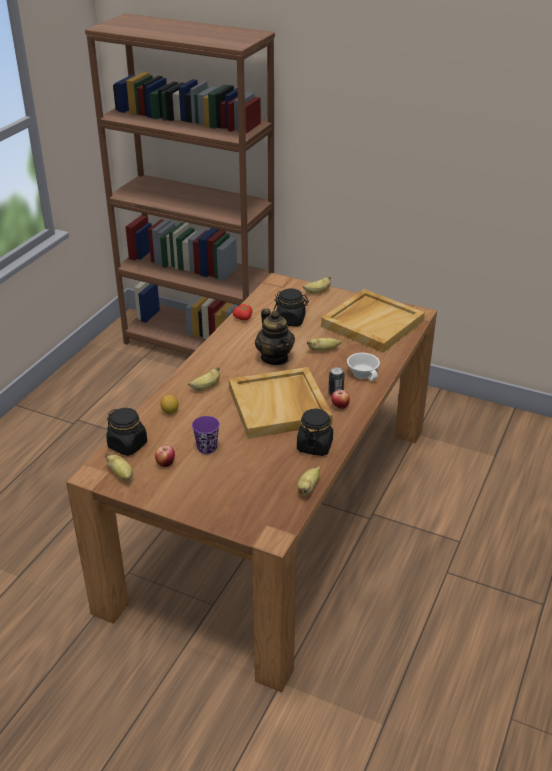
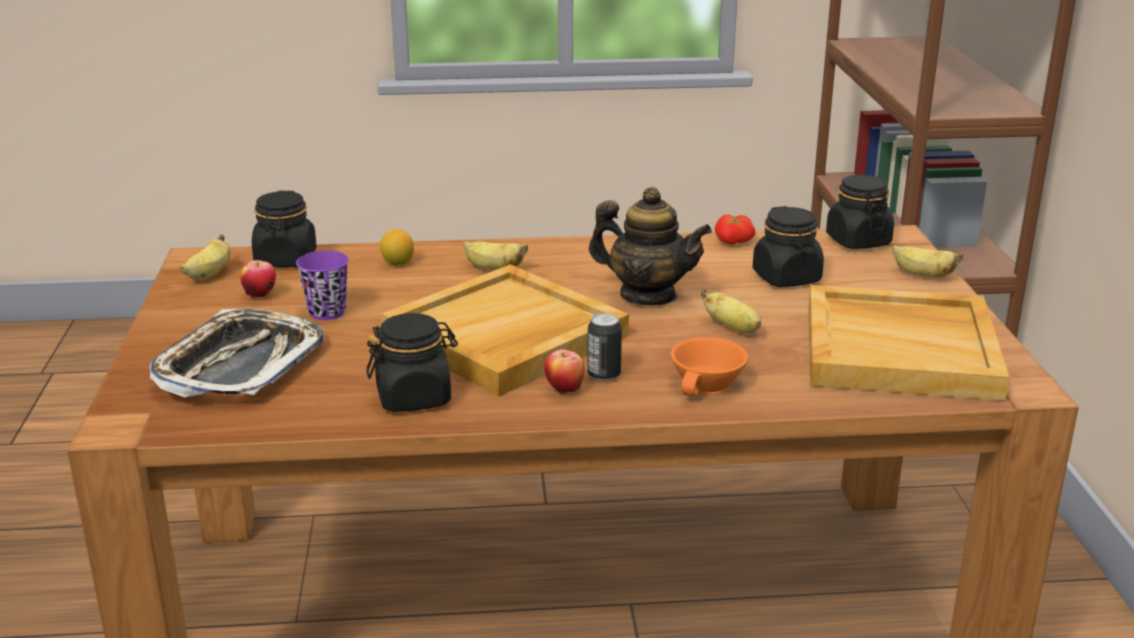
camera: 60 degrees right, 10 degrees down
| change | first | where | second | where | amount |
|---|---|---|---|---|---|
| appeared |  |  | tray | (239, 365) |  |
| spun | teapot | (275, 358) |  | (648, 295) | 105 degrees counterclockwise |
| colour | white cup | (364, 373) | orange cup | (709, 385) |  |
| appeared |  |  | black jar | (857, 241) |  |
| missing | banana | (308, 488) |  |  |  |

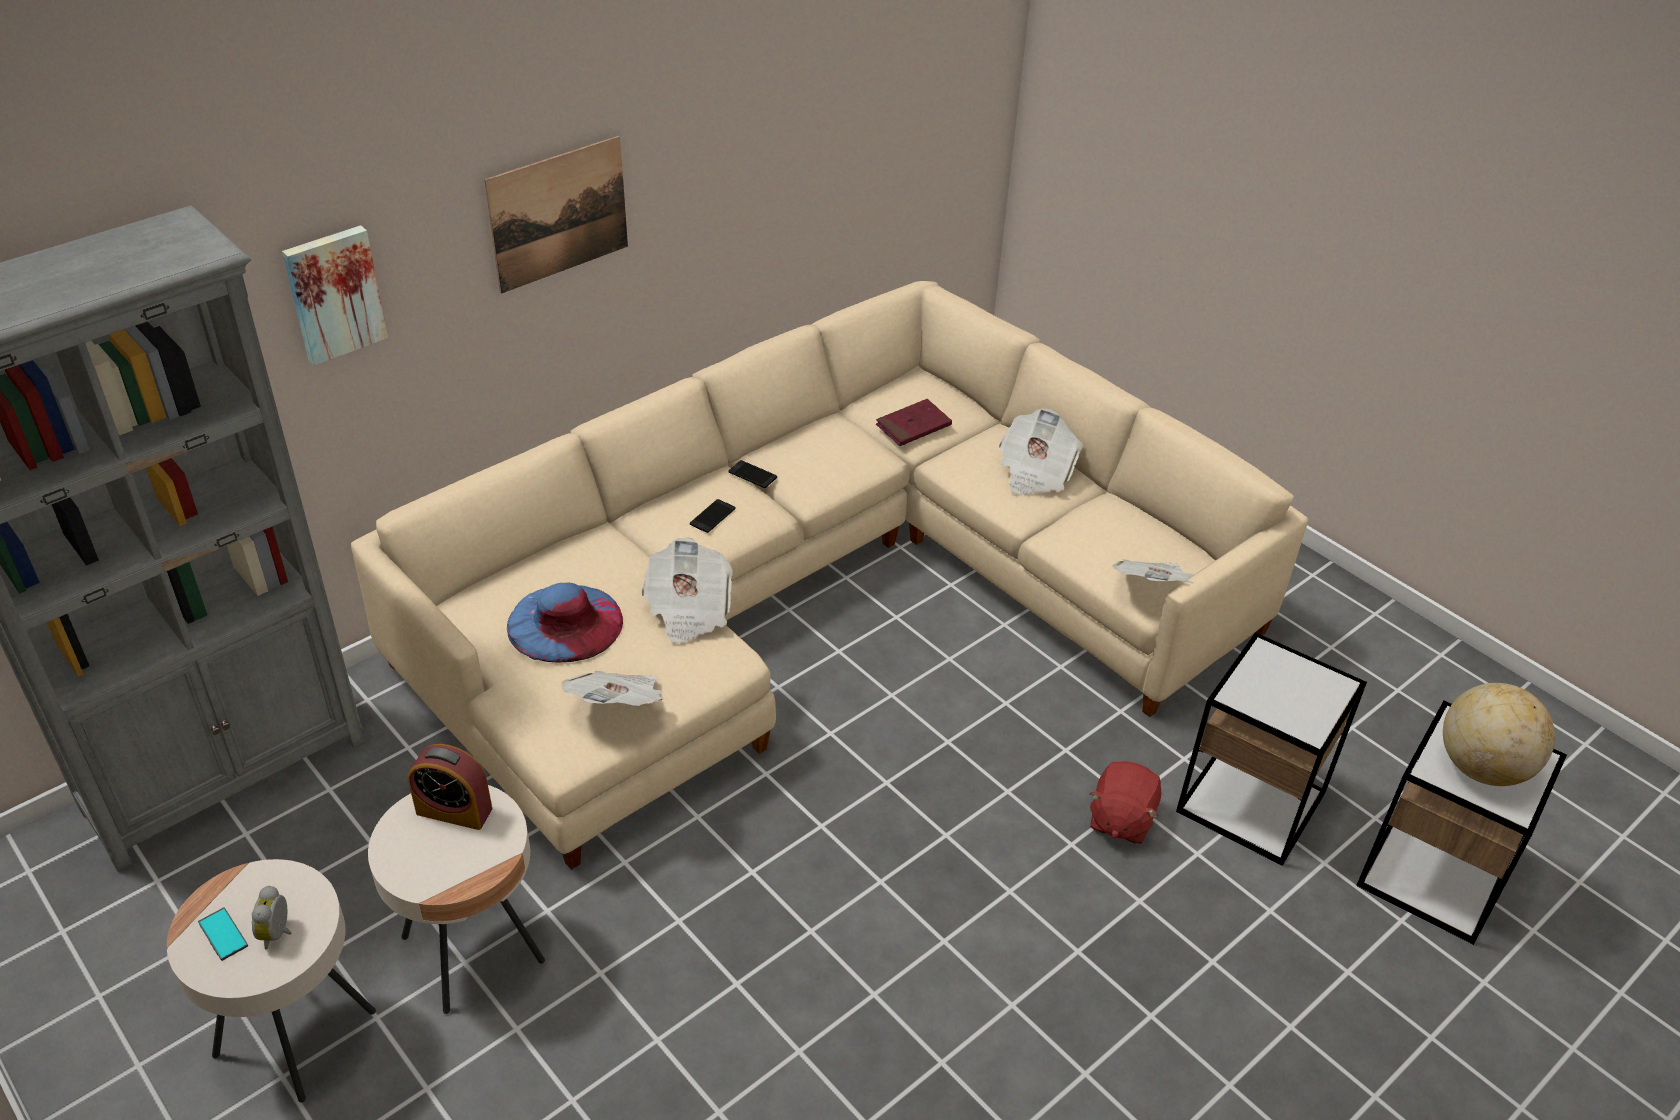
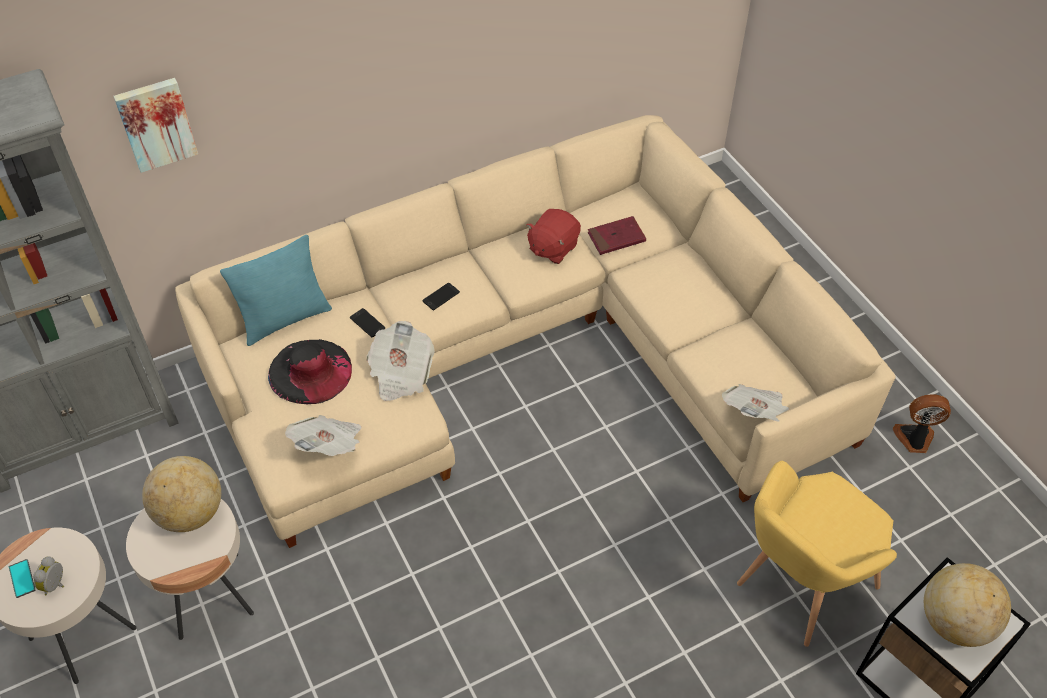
camera: 15 degrees right, 10 degrees up
| change | first | where | second | where | amount |
|---|---|---|---|---|---|
| exchanged | alarm clock | (454, 811) | globe | (191, 513) |  |
| appeared |  |  | turquoise pillow | (285, 319) |  |
| colour | blue hat | (565, 622) | black hat | (310, 371) |  |
| relocated | phone | (752, 475) |  | (367, 323) |  |
| relocated | red plush toy | (1120, 819) |  | (552, 248) |  |
| exchanged | side table | (1250, 802) | yellow armchair | (797, 588) |  |
| appeared |  |  | fan | (914, 439) |  |
| missing | picture | (559, 214) |  |  |  |
| missing | newspaper | (1035, 472) |  |  |  |

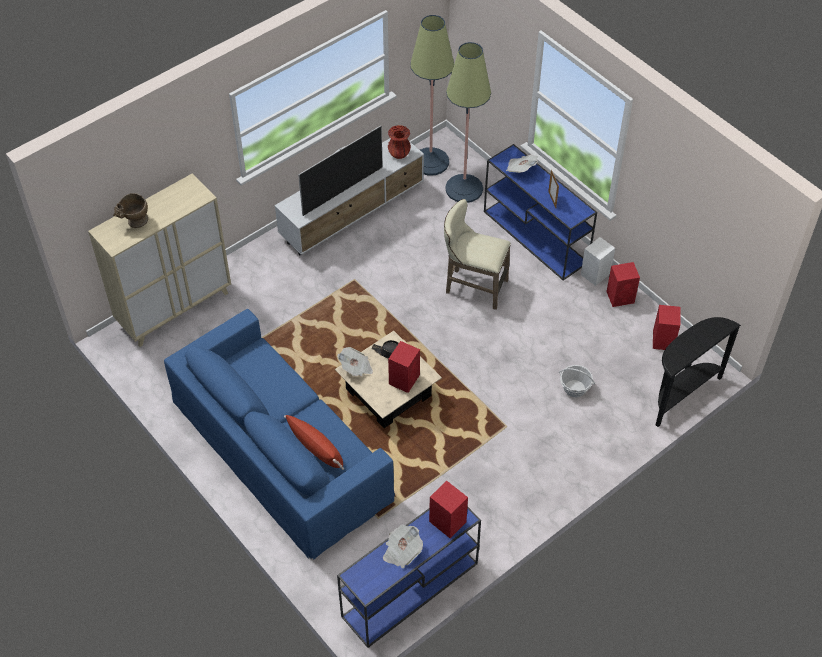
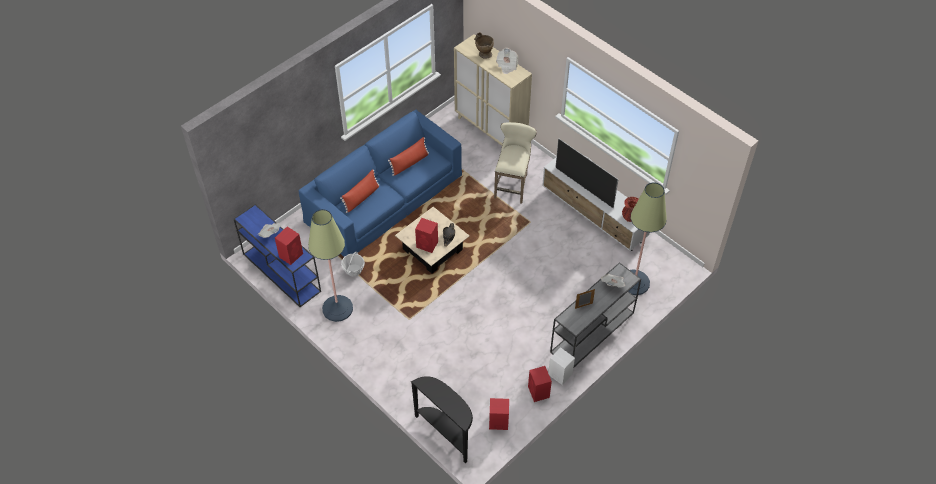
camera: 85 degrees right, 0 degrees up
| change | first | where | second | where | amount |
|---|---|---|---|---|---|
| relocated | floor lamp | (430, 162) |  | (337, 308) |  |
| relocated | basket | (574, 388) |  | (353, 270) |  |
| appeared |  |  | red pillow | (409, 163) |  |
| relocated | beige stool | (472, 287) |  | (513, 184) |  |
| relocated | newspaper | (356, 368) |  | (507, 66) |  |
| colour | blue console table | (536, 237) | grey console table | (592, 333) |  |

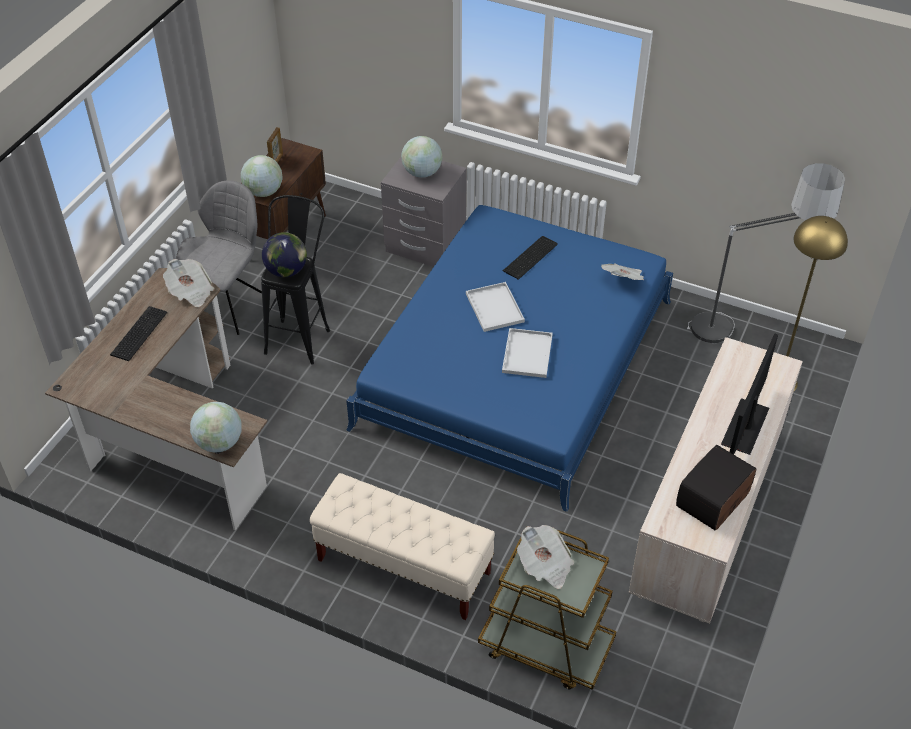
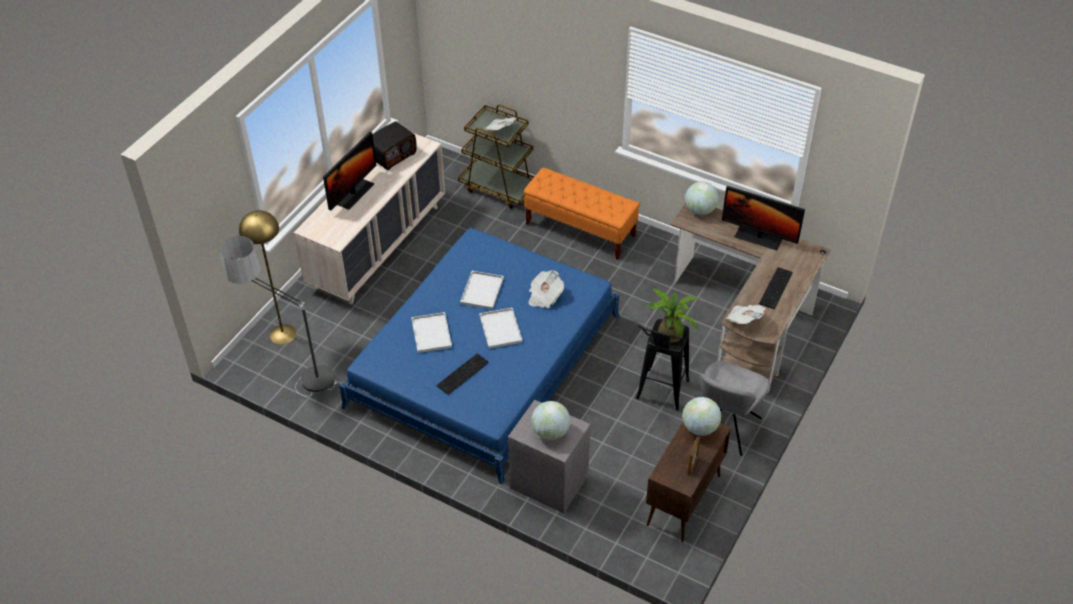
camera: 175 degrees left, 0 degrees up
| change | first | where | second | where | amount |
|---|---|---|---|---|---|
| appeared |  |  | white tray | (430, 332) |  |
| colour | beige bench | (403, 567) | orange bench | (580, 230) |  |
| relocated | newspaper | (623, 280) |  | (544, 296) |  |
| exchanged | globe | (286, 271) | potted plant | (669, 332) |  |
| appeared |  |  | monitor | (758, 237) |  |

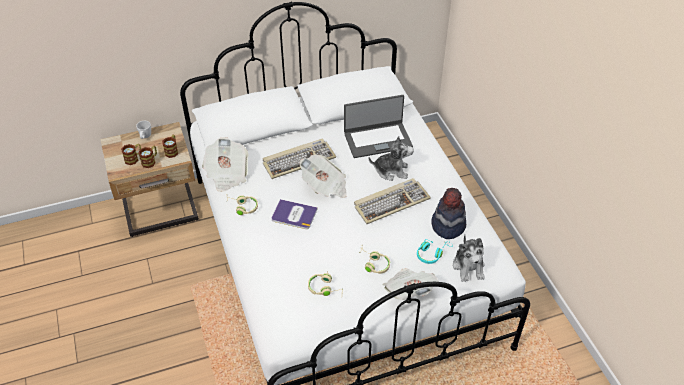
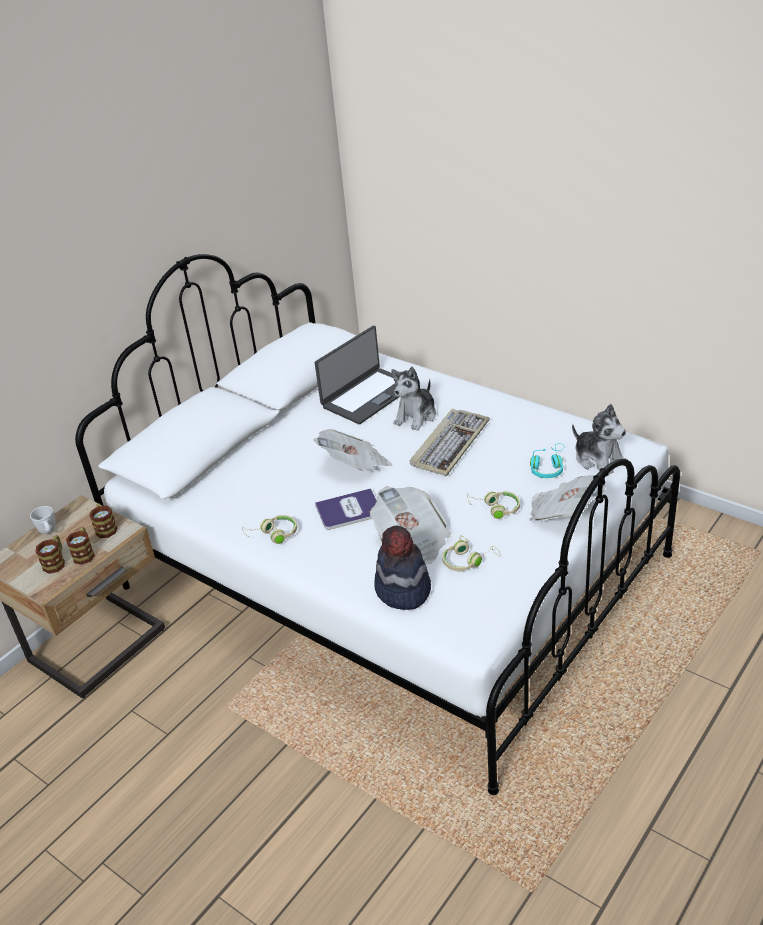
camera: 30 degrees left, 10 degrees down
| change | first | where | second | where | amount |
|---|---|---|---|---|---|
| relocated | newspaper | (227, 174) |  | (412, 540) |  |
| relocated | hat | (448, 225) |  | (402, 590) |  |
| spun | plush toy | (391, 171) |  | (416, 416) | 150 degrees clockwise |
| missing | keyboard | (299, 160) |  |  |  |

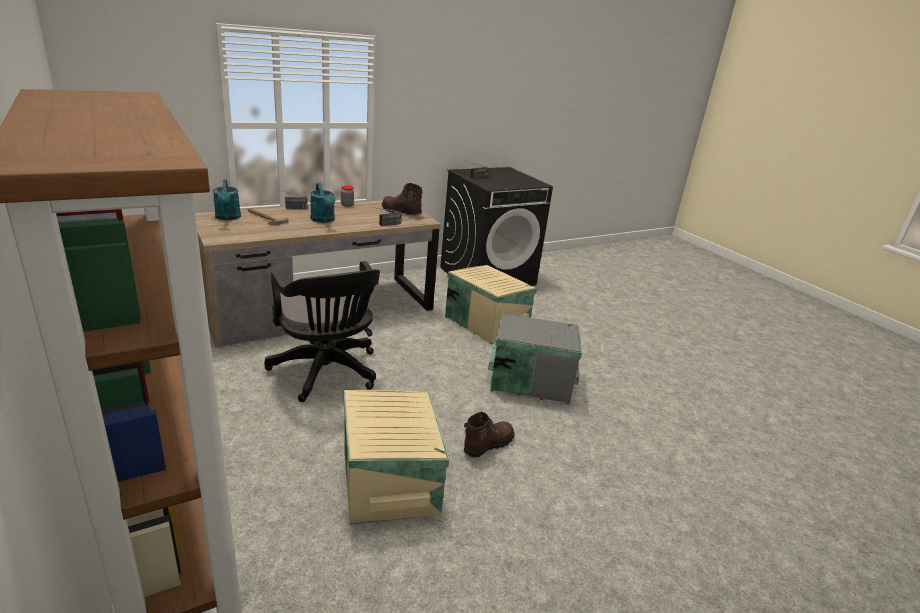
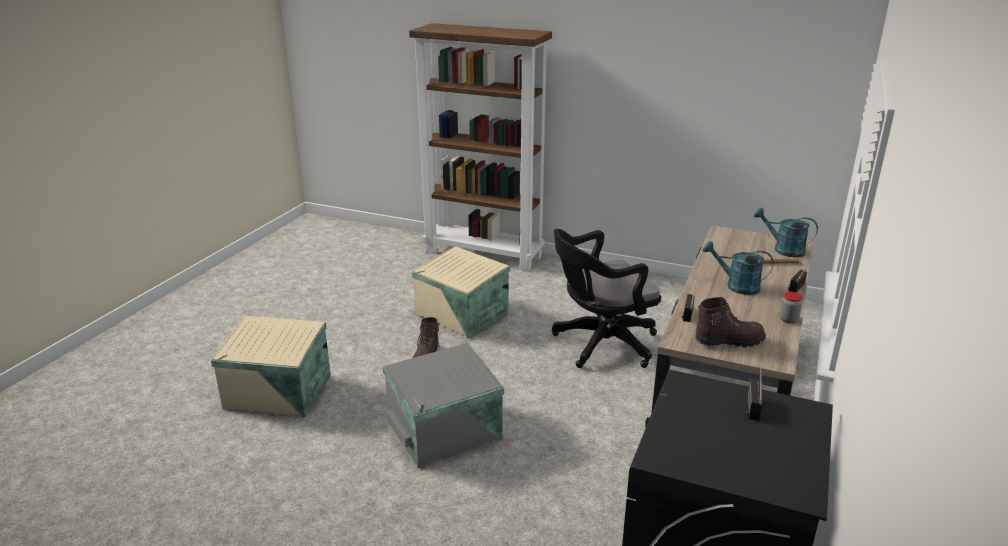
camera: 145 degrees right, 0 degrees up
| change | first | where | second | where | amount |
|---|---|---|---|---|---|
| relocated | beige storage box | (486, 321) |  | (279, 393) |  |
| spun | black office chair | (327, 373) |  | (600, 345) | 45 degrees counterclockwise |

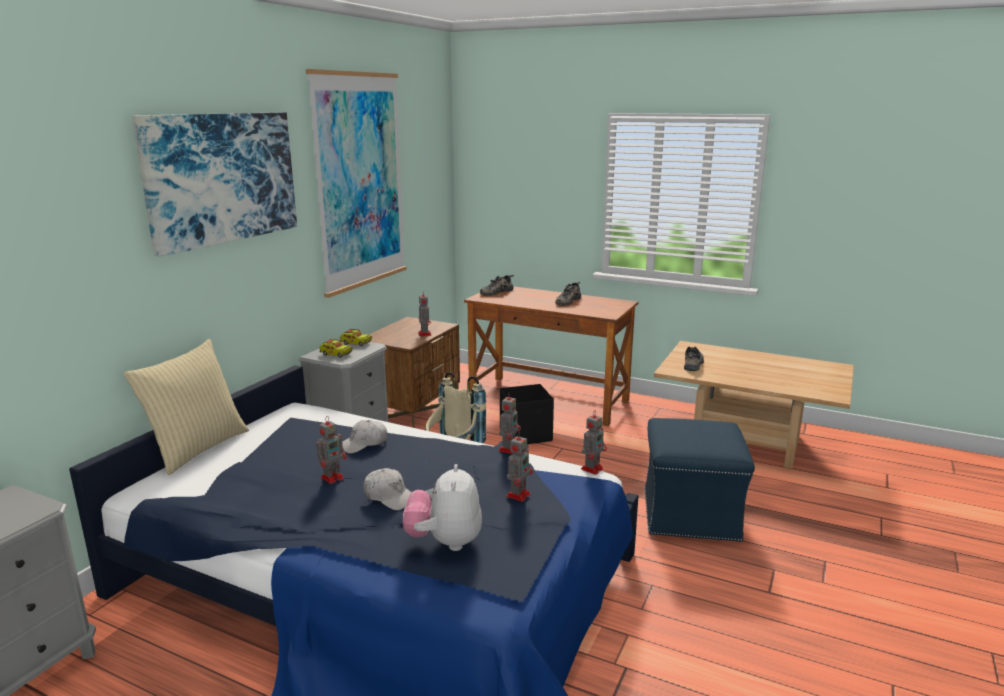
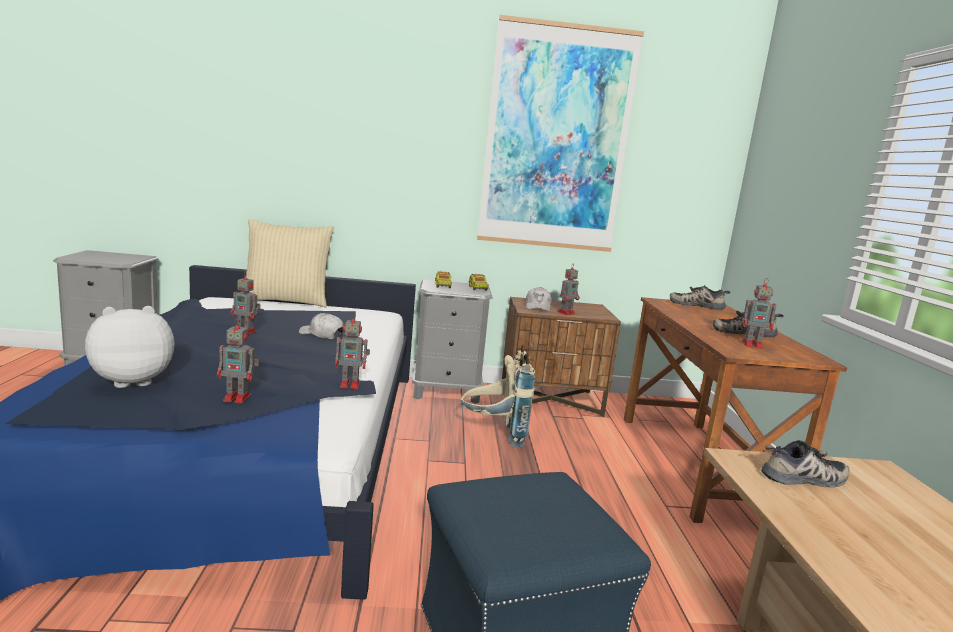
camera: 60 degrees right, 5 degrees down
| change | first | where | second | where | amount |
|---|---|---|---|---|---|
| relocated | white cap | (390, 497) |  | (538, 307) |  |
| relocated | toy robot | (592, 468) |  | (753, 345) |  |
| missing | picture | (222, 178) |  |  |  |
| missing | black storage box | (526, 435) |  |  |  |

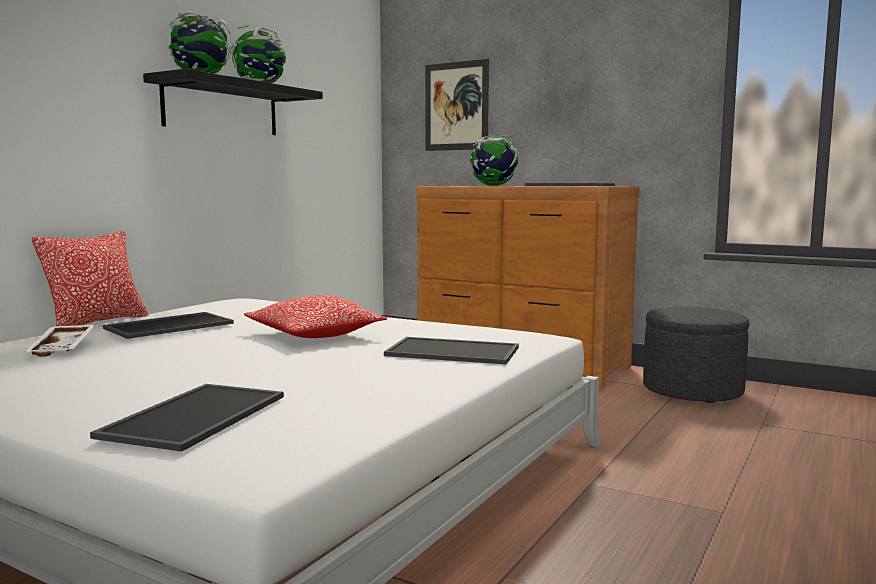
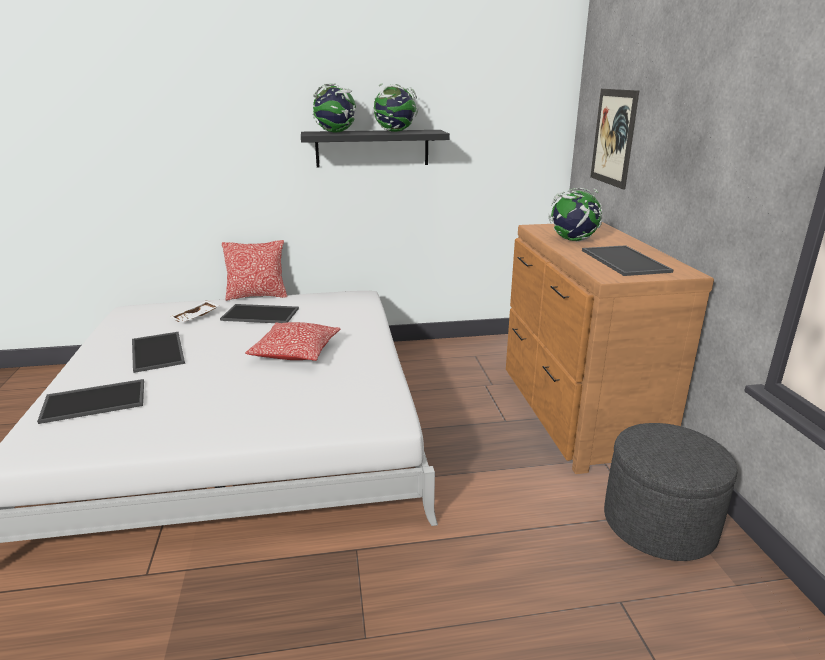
camera: 50 degrees right, 15 degrees up
| change | first | where | second | where | amount |
|---|---|---|---|---|---|
| relocated | tray | (454, 351) |  | (159, 352) |  |

